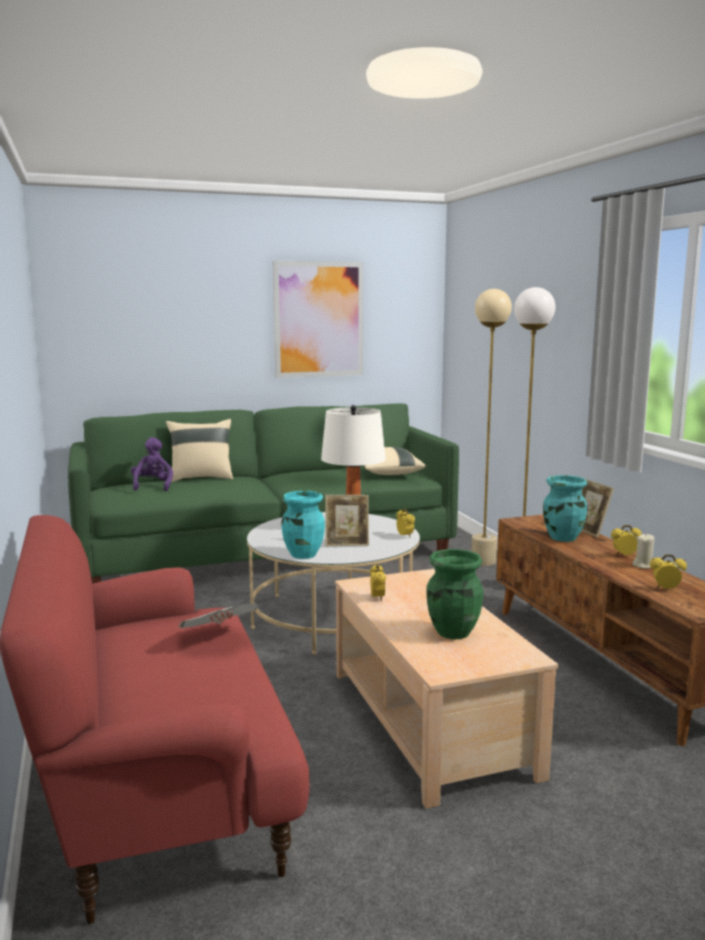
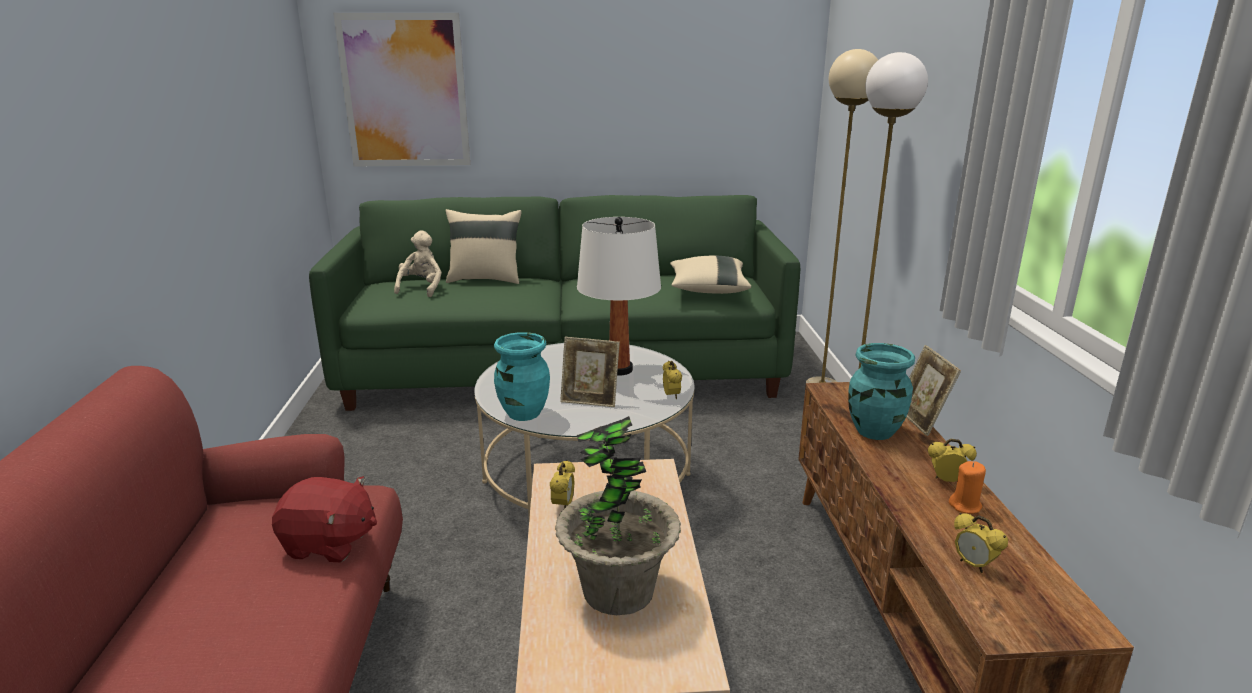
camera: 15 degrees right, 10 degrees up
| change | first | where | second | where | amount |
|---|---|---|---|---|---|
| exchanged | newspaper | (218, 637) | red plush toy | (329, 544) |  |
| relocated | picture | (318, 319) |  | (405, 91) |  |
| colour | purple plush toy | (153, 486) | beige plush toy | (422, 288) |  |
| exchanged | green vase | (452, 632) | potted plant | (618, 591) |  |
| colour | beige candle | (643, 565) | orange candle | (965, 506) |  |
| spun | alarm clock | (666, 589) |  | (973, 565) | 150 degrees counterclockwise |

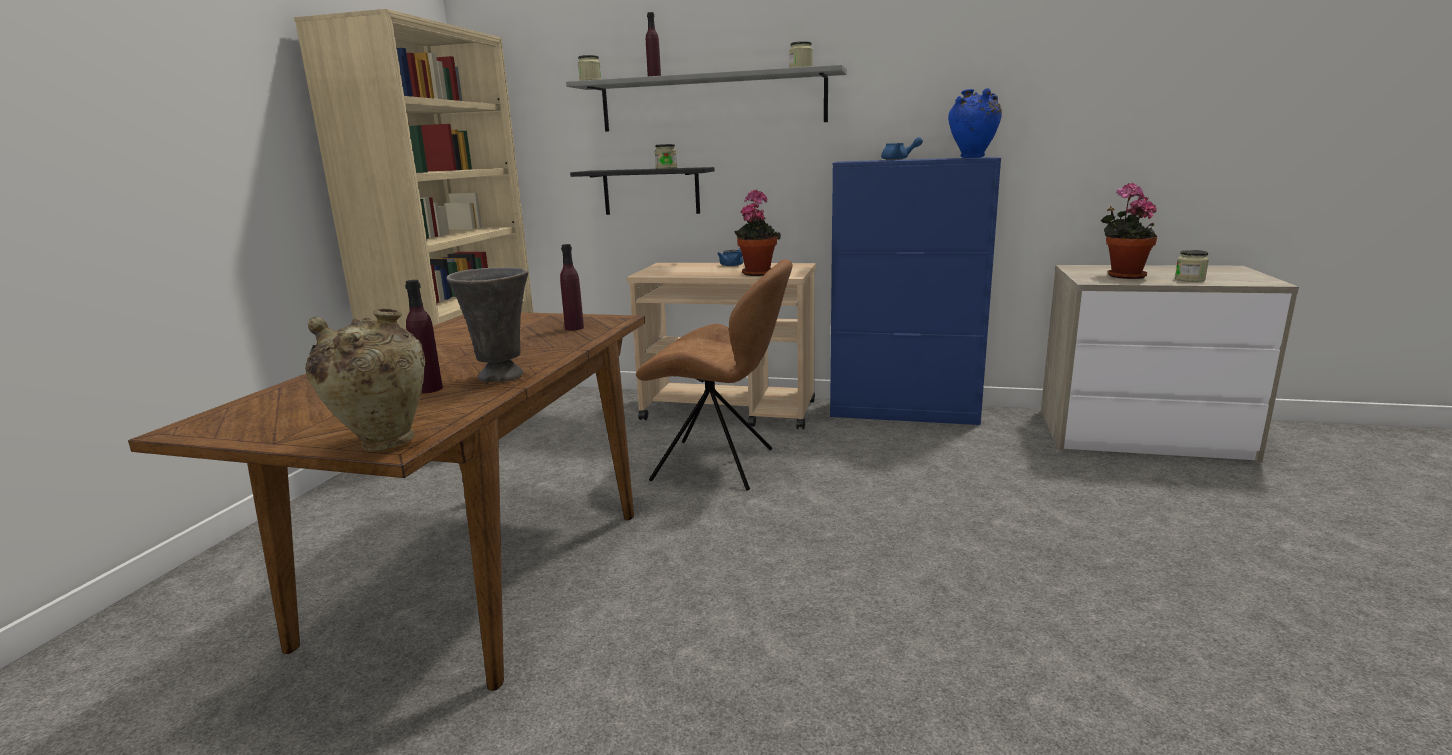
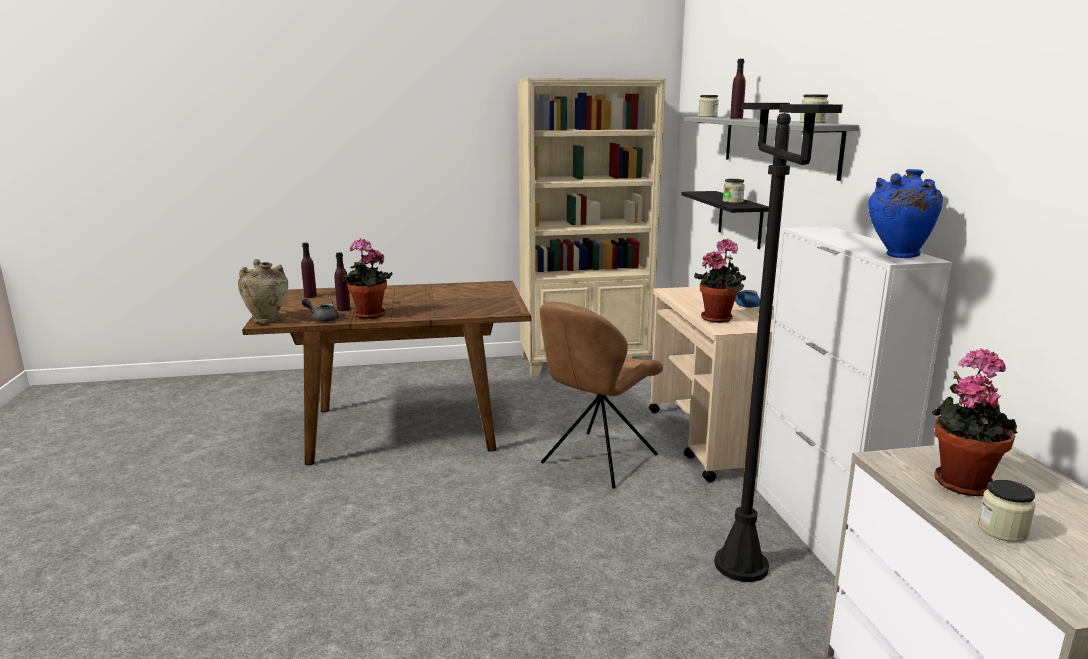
camera: 65 degrees right, 0 degrees up
| change | first | where | second | where | amount |
|---|---|---|---|---|---|
| relocated | purple bottle | (574, 328) |  | (310, 296) |  |
| appeared |  |  | grey teapot | (323, 319) |  |
| exchanged | grey vase | (502, 377) | potted plant | (368, 315) |  |
| spun | brown chair | (718, 465) |  | (597, 461) | 45 degrees clockwise |
| appeared |  |  | black floor lamp | (741, 565) |  |
| colour | blue cabinet | (904, 413) | white cabinet | (820, 530) |  |
| missing | blue teapot | (899, 159) |  |  |  |

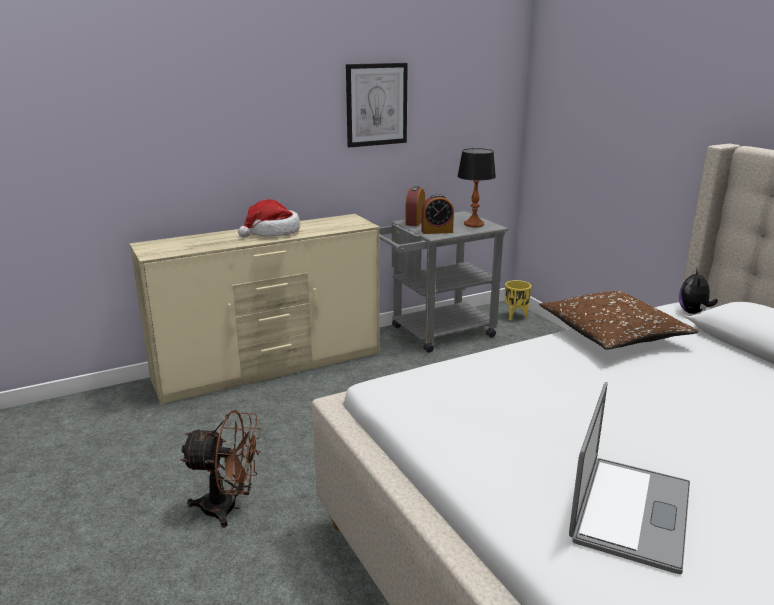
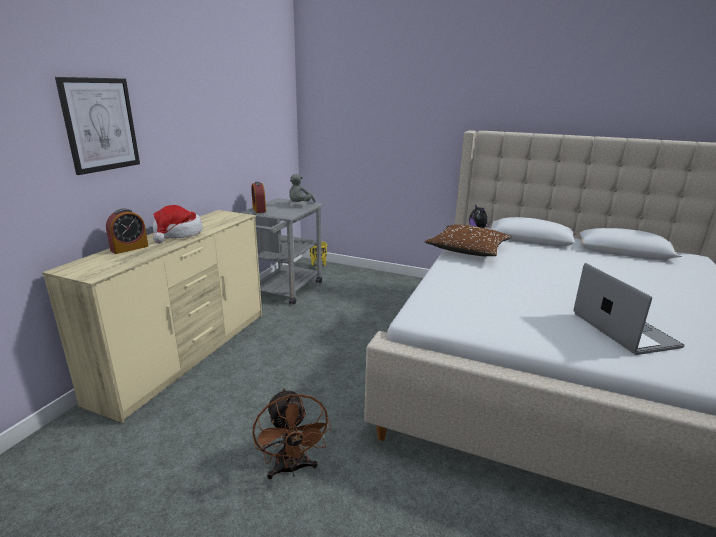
camera: 40 degrees left, 0 degrees up
| change | first | where | second | where | amount |
|---|---|---|---|---|---|
| relocated | picture | (376, 104) |  | (100, 125) |  |
| relocated | alarm clock | (437, 231) |  | (129, 248) |  |
| spun | brown fan | (228, 508) |  | (292, 469) | 105 degrees clockwise |
| exchanged | table lamp | (473, 224) | grey plush toy | (300, 205) |  |

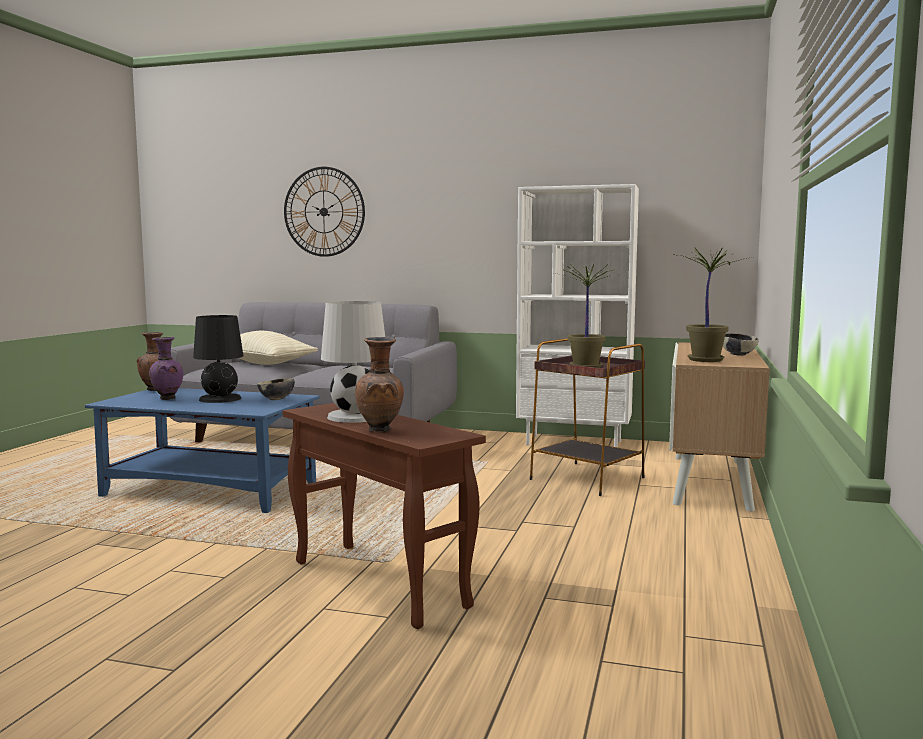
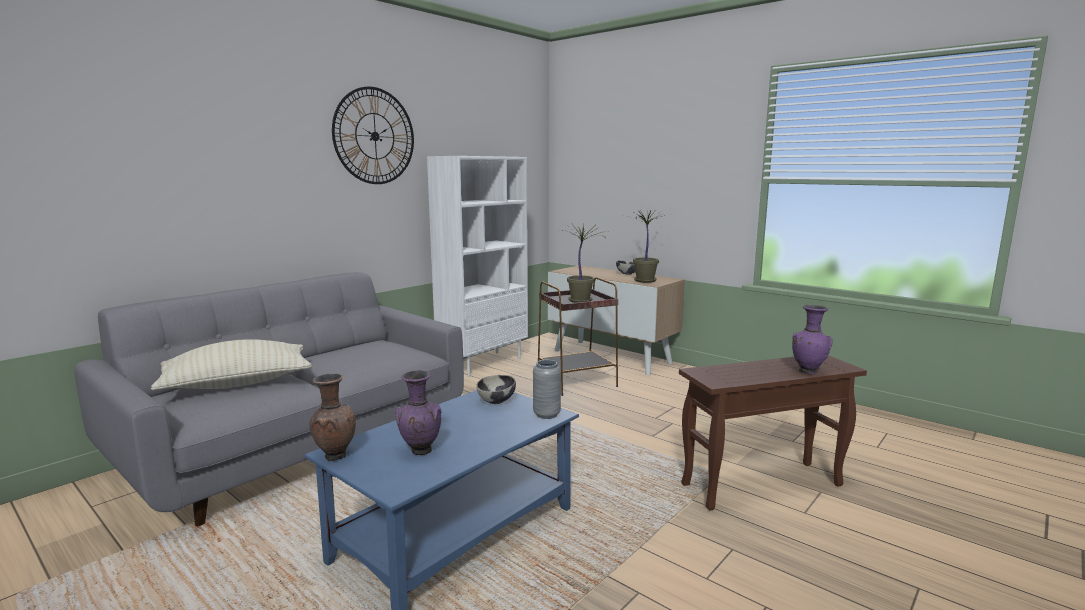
camera: 65 degrees left, 5 degrees up
| change | first | where | second | where | amount |
|---|---|---|---|---|---|
| relocated | wall clock | (324, 211) |  | (374, 136) |  |
| appeared |  |  | grey vase | (546, 414) |  |
| colour | brown vase | (381, 431) | purple vase | (808, 372) |  |
| missing | black table lamp | (220, 399) |  |  |  |
| missing | white table lamp | (355, 416) |  |  |  |

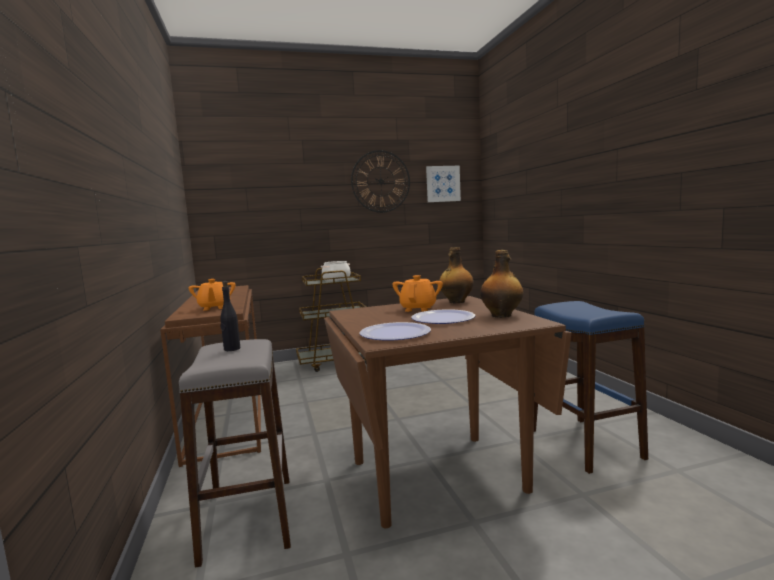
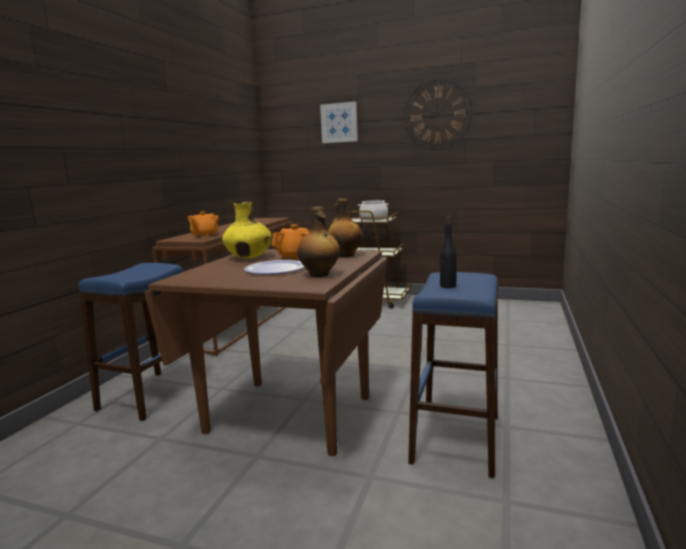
camera: 35 degrees right, 5 degrees up
| change | first | where | second | where | amount |
|---|---|---|---|---|---|
| colour | grey stool | (248, 518) | blue stool | (151, 394) |  |
| appeared |  |  | yellow vase | (249, 257) |  |
| relocated | picture | (443, 184) |  | (339, 123) |  |
| relocated | black bottle | (232, 349) |  | (447, 286) |  |
| missing | plate | (395, 333) |  |  |  |

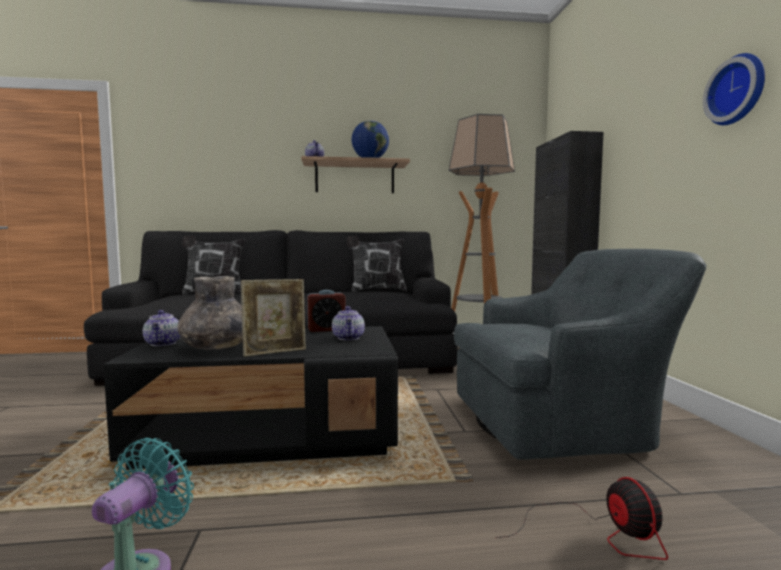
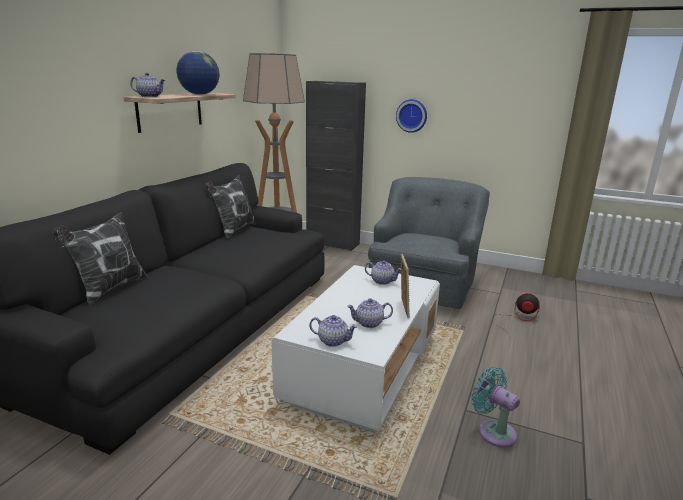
camera: 60 degrees left, 15 degrees up
| change | first | where | second | where | amount |
|---|---|---|---|---|---|
| colour | black coffee table | (272, 435) | white coffee table | (362, 368) |  |
| exchanged | grey vase | (216, 347) | teapot | (369, 323) |  |
| relocated | wall clock | (738, 90) |  | (412, 115) |  |
| missing | alarm clock | (326, 329) |  |  |  |

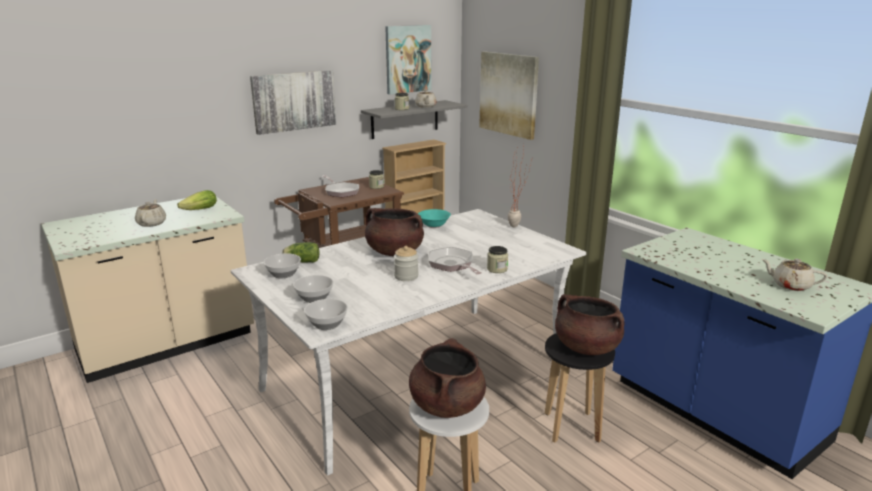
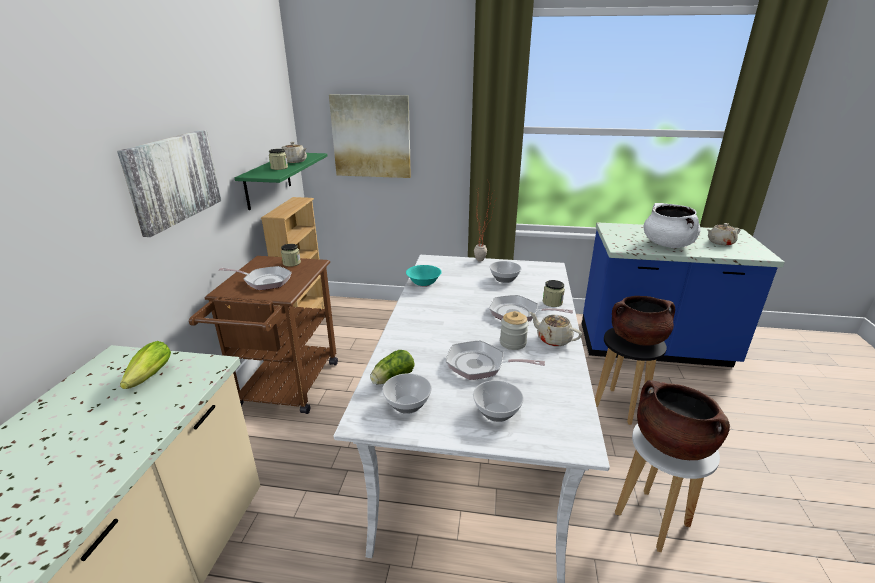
camera: 45 degrees left, 5 degrees up
| change | first | where | second | where | amount |
|---|---|---|---|---|---|
| colour | grey shelf | (405, 119) | green shelf | (268, 180) |  |
| appeared |  |  | frying pan | (480, 365) |  |
| relocated | bowl | (328, 324) |  | (504, 279) |  |
| relocated | beige teapot | (152, 223) |  | (553, 339) |  |
| appeared |  |  | white cooking pot | (668, 244) |  |
| missing | brown cooking pot | (394, 252) |  |  |  |
| missing | picture | (408, 59) |  |  |  |

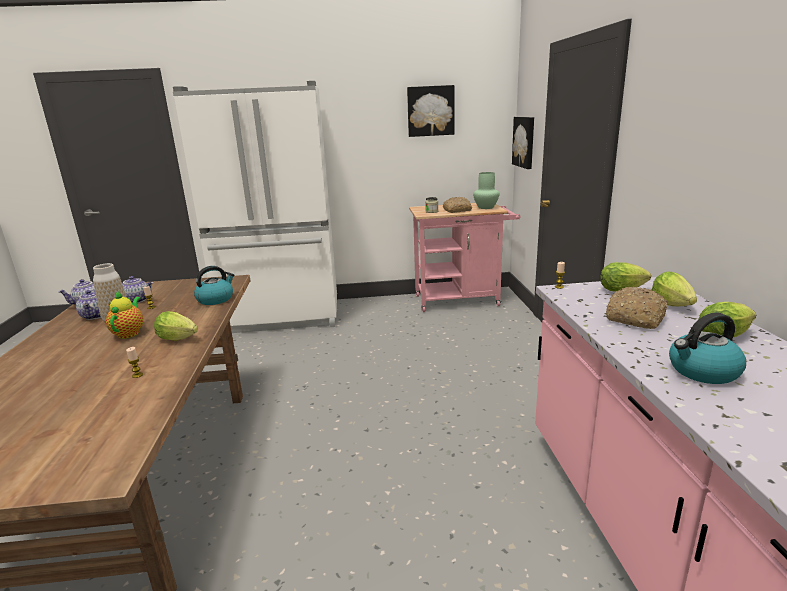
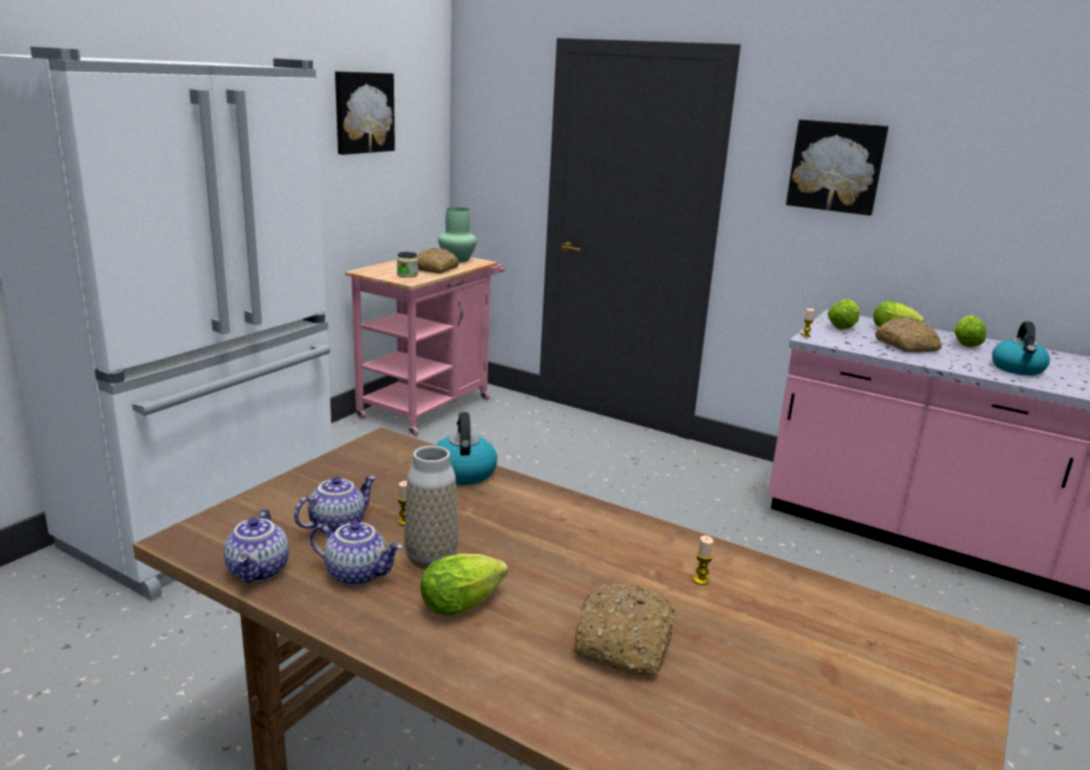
camera: 55 degrees left, 0 degrees up
| change | first | where | second | where | amount |
|---|---|---|---|---|---|
| relocated | lettuce | (180, 339) |  | (465, 603) |  |
| appeared |  |  | bread | (624, 643) |  |
| relocated | picture | (524, 142) |  | (836, 166) |  |
| missing | teapot | (130, 333) |  |  |  |

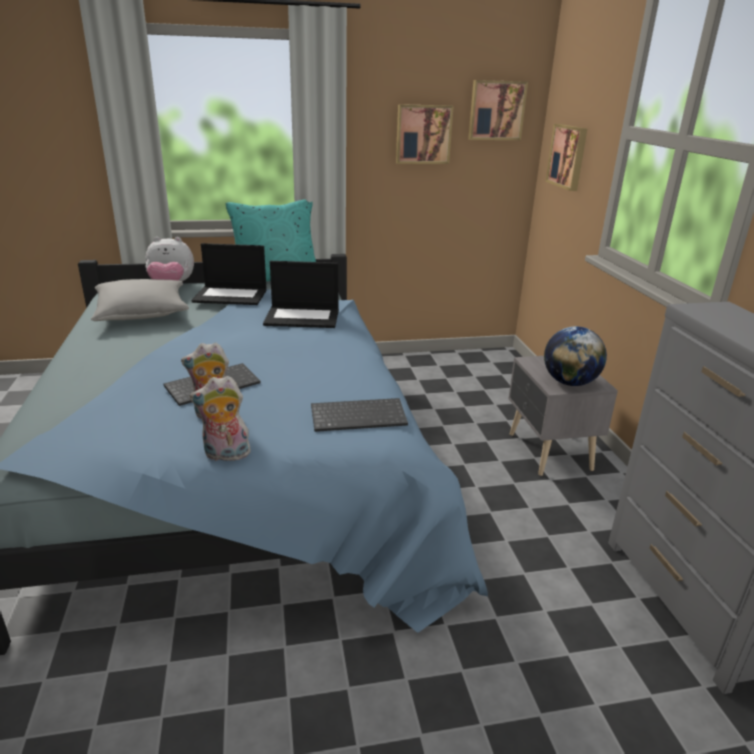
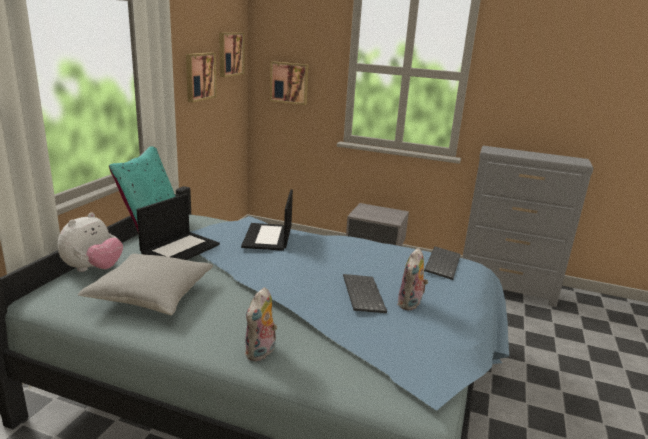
camera: 60 degrees left, 5 degrees down
| change | first | where | second | where | amount |
|---|---|---|---|---|---|
| spun | laptop | (303, 317) |  | (268, 237) | 150 degrees clockwise |
| relocated | plush toy | (225, 455) |  | (261, 353) |  |
| missing | globe | (569, 382) |  |  |  |

